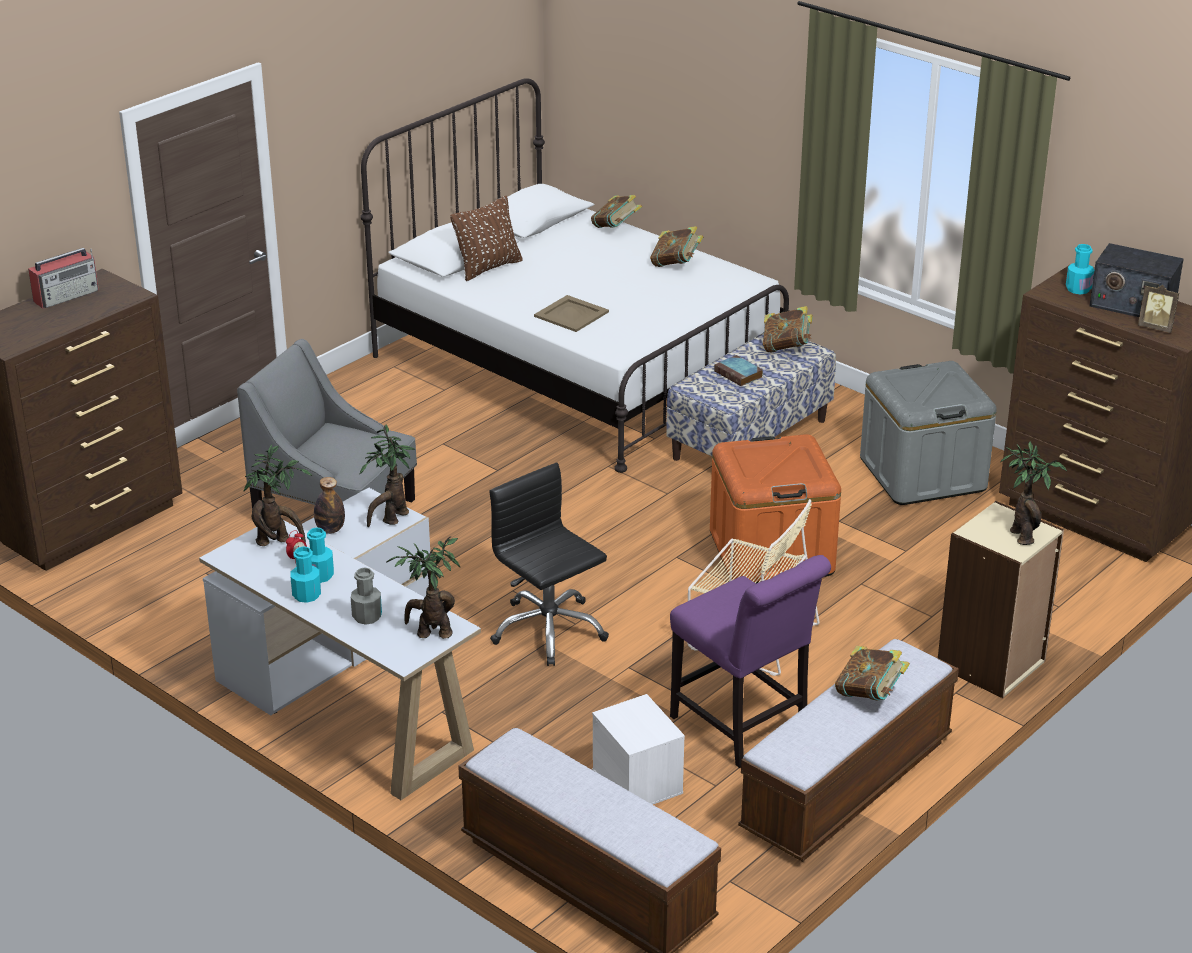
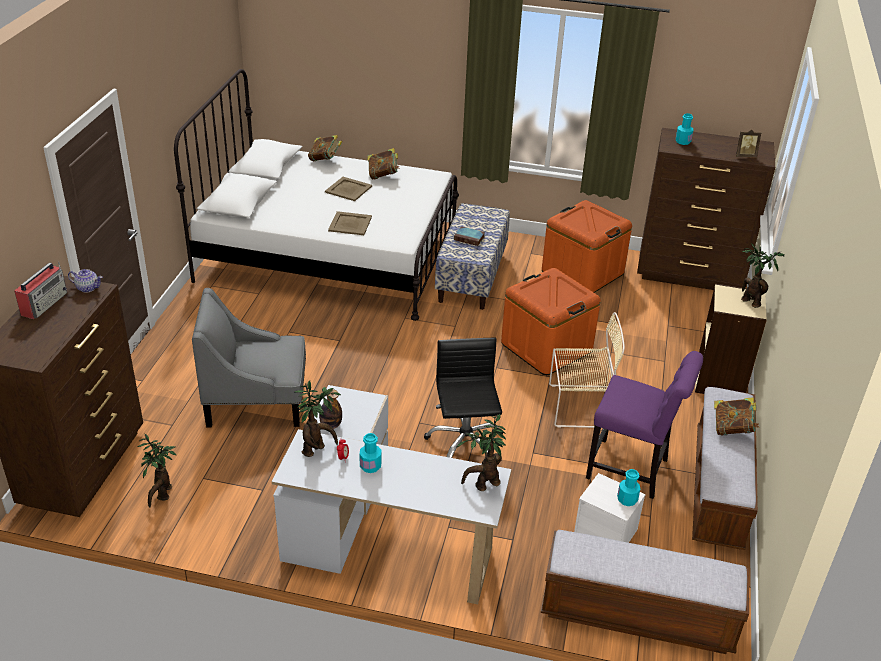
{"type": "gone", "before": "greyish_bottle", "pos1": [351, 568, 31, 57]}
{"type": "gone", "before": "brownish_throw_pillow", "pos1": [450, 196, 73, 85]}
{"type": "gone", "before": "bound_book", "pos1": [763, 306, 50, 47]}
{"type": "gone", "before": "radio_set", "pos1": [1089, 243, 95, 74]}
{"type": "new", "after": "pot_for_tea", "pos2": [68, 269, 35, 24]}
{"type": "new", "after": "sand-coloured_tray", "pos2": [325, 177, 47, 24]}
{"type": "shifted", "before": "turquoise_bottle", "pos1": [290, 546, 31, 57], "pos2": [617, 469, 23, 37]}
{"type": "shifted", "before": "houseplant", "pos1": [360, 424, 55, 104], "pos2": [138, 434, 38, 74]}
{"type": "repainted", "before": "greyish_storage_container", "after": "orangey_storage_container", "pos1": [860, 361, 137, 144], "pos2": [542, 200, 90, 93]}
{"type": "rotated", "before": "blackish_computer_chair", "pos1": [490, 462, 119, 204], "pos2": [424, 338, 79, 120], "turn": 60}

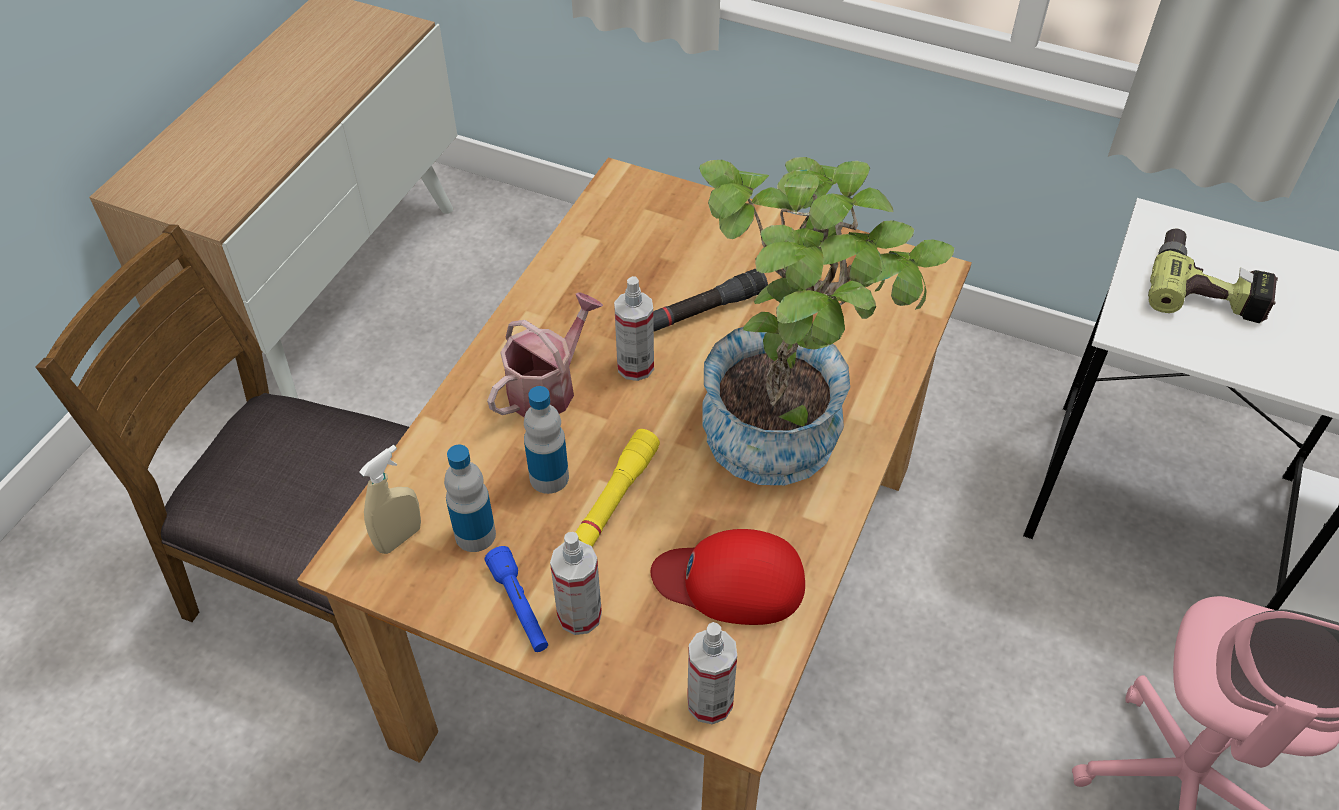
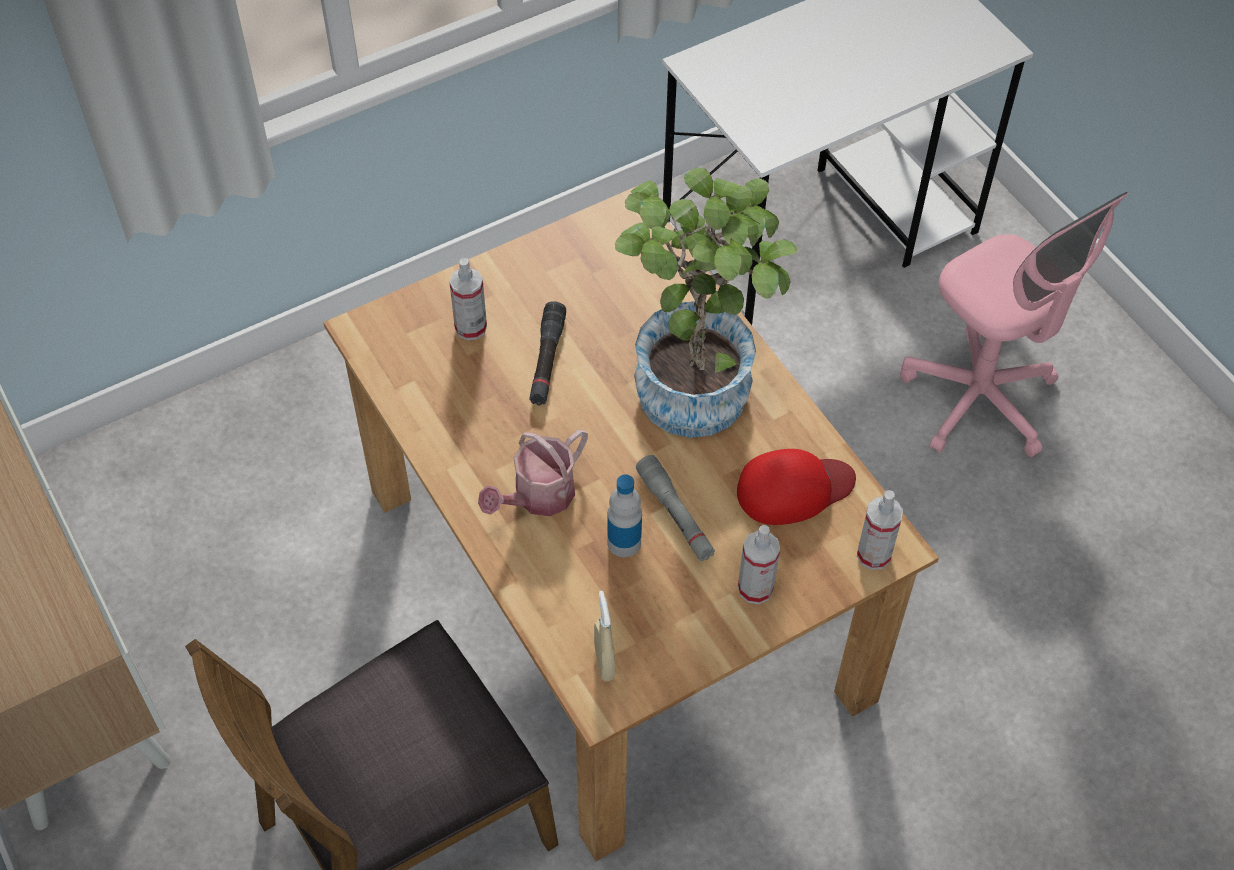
{"type": "gone", "before": "bottle", "pos1": [444, 445, 52, 107]}
{"type": "gone", "before": "bluish_torch", "pos1": [485, 546, 63, 106]}
{"type": "gone", "before": "drill", "pos1": [1148, 229, 130, 95]}
{"type": "shifted", "before": "spray_bottle", "pos1": [614, 276, 40, 105], "pos2": [449, 258, 38, 82]}
{"type": "repainted", "before": "yellow_torch", "after": "greyish_torch", "pos1": [575, 429, 85, 118], "pos2": [636, 455, 79, 106]}
{"type": "rotated", "before": "sprinkling_can", "pos1": [487, 292, 116, 125], "pos2": [478, 430, 110, 86], "turn": -120}
{"type": "rotated", "before": "red-coloured_peaked_cap", "pos1": [651, 529, 154, 96], "pos2": [737, 449, 119, 76], "turn": -150}

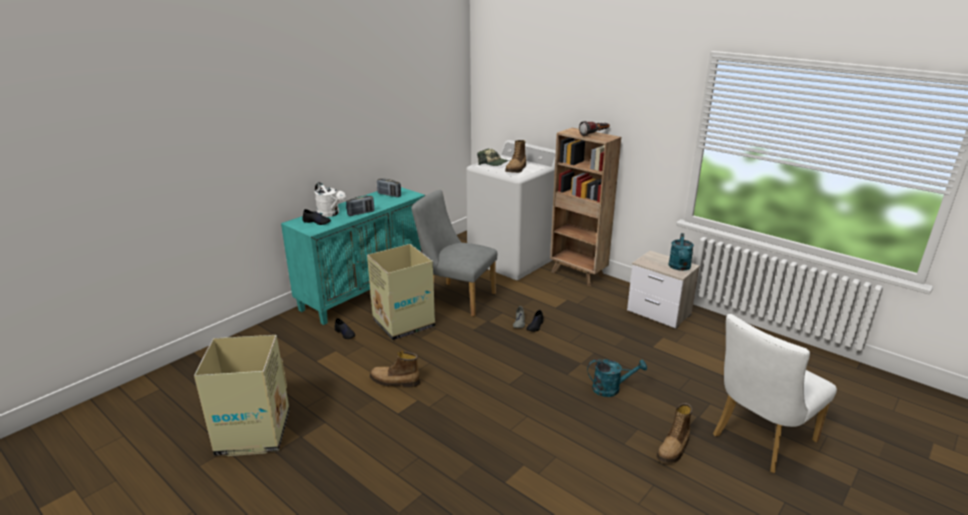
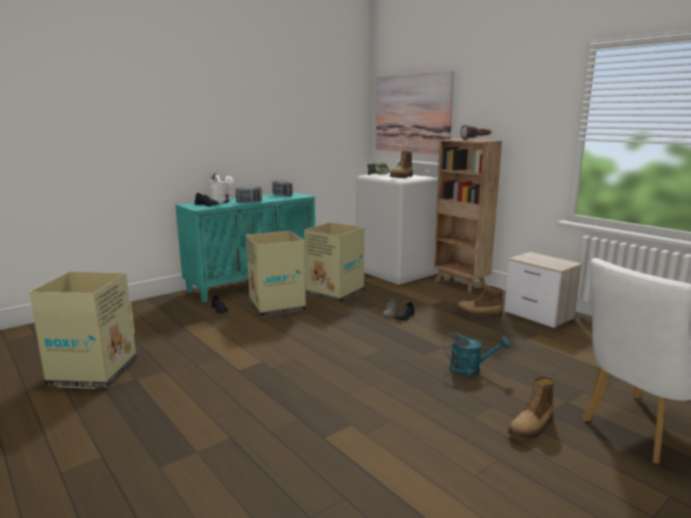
{"type": "gone", "before": "turquoise_sprinkling_can", "pos1": [669, 233, 25, 38]}
{"type": "new", "after": "picture", "pos2": [376, 71, 78, 84]}
{"type": "shifted", "before": "boot", "pos1": [369, 351, 51, 36], "pos2": [455, 285, 48, 33]}
{"type": "swapped", "before": "greyish_plain_chair", "after": "packing_box", "pos1": [412, 190, 85, 127], "pos2": [304, 222, 61, 80]}

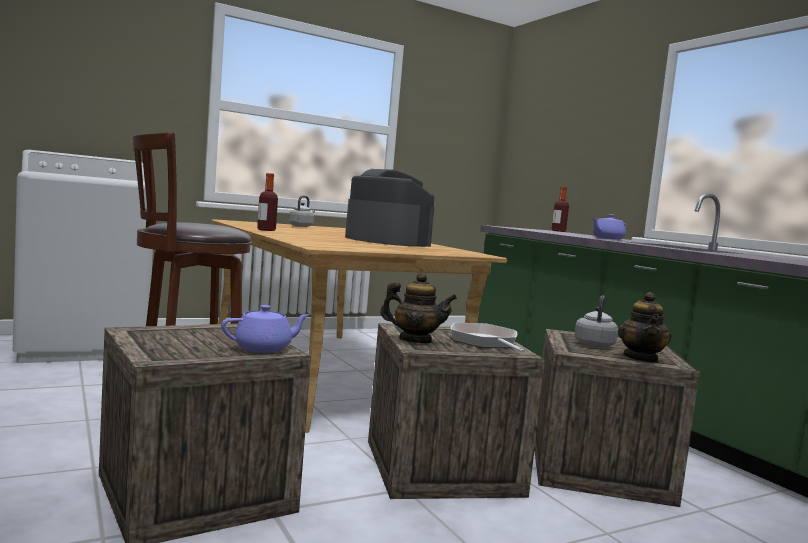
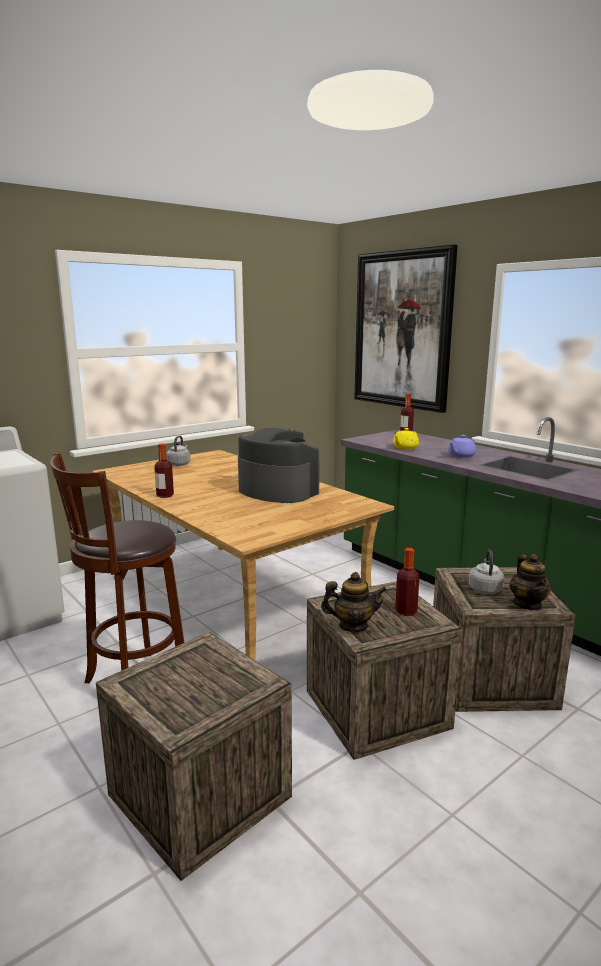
{"type": "gone", "before": "purple-coloured_pot_for_tea", "pos1": [221, 305, 90, 48]}
{"type": "new", "after": "picture", "pos2": [354, 244, 104, 169]}
{"type": "new", "after": "yellow_pot_for_tea", "pos2": [393, 428, 26, 21]}
{"type": "swapped", "before": "skillet", "after": "bottle", "pos1": [450, 323, 75, 30], "pos2": [395, 548, 24, 68]}

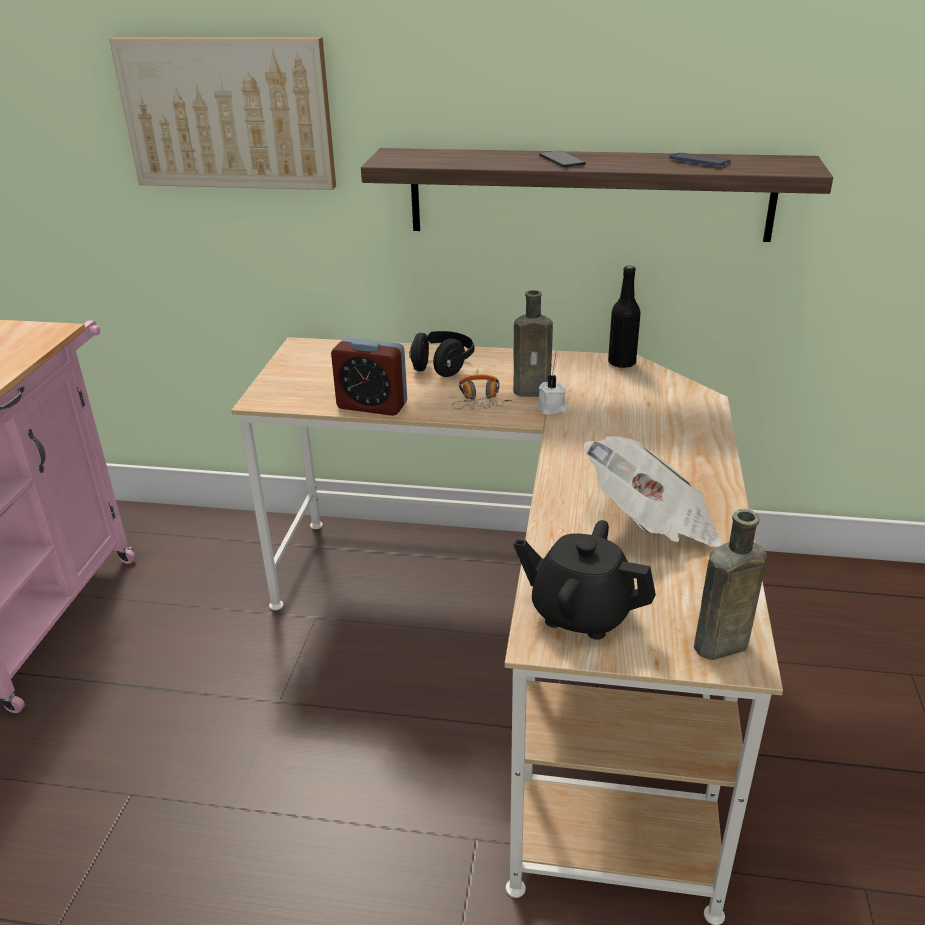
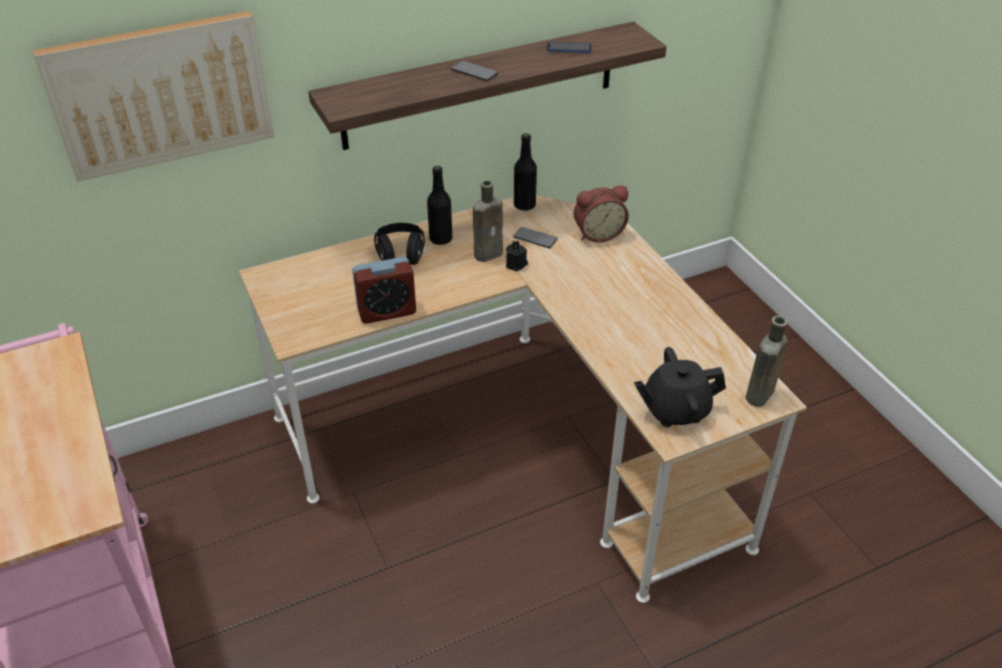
{"type": "gone", "before": "headphones", "pos1": [452, 374, 60, 36]}
{"type": "gone", "before": "daily_paper", "pos1": [583, 436, 140, 111]}
{"type": "new", "after": "blackish_bottle", "pos2": [427, 166, 25, 79]}
{"type": "new", "after": "phone", "pos2": [513, 227, 45, 21]}
{"type": "new", "after": "alarm_clock", "pos2": [574, 185, 55, 57]}
{"type": "repainted", "before": "whitish_candle", "after": "blackish_candle", "pos1": [537, 375, 30, 40], "pos2": [506, 240, 22, 31]}

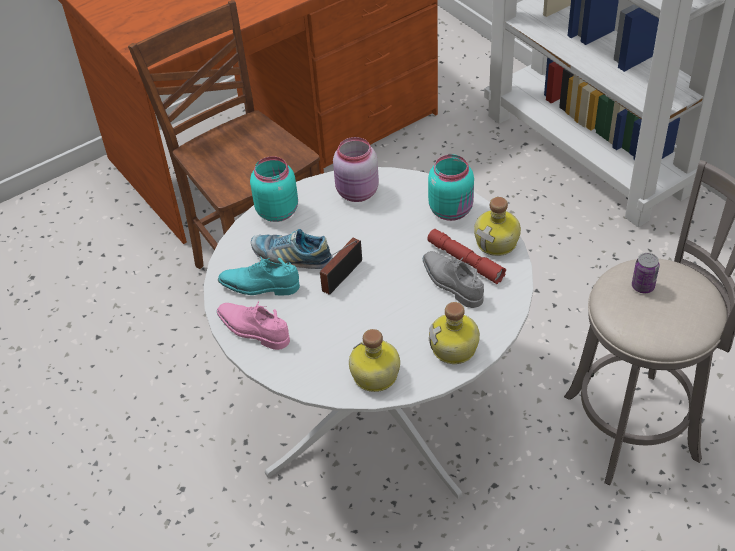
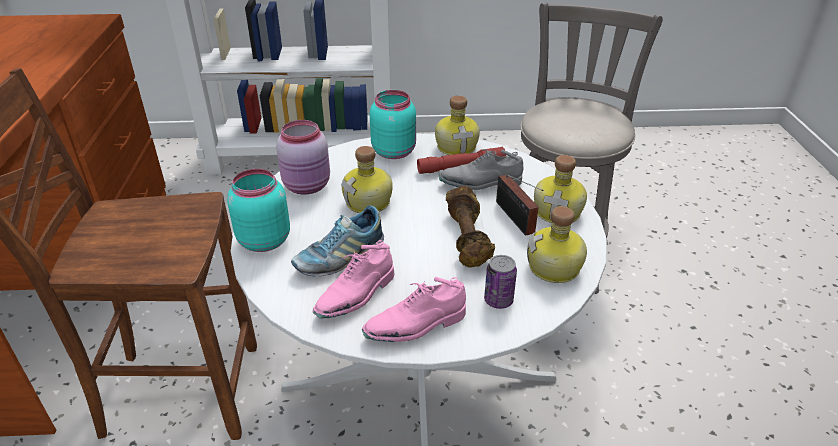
{"type": "new", "after": "bottle", "pos2": [341, 146, 52, 67]}
{"type": "new", "after": "brownish_free_weight", "pos2": [446, 185, 49, 83]}
{"type": "shifted", "before": "radio_set", "pos1": [319, 238, 43, 57], "pos2": [496, 174, 48, 62]}
{"type": "shifted", "before": "sealed_can", "pos1": [632, 253, 28, 40], "pos2": [484, 255, 33, 54]}
{"type": "repainted", "before": "turquoise_shoe", "after": "pink_shoe", "pos1": [218, 256, 82, 39], "pos2": [313, 240, 81, 79]}

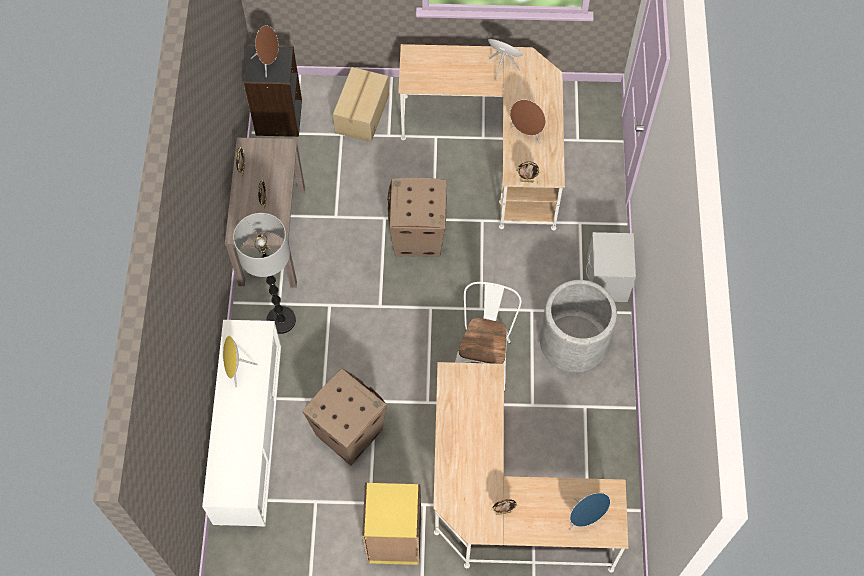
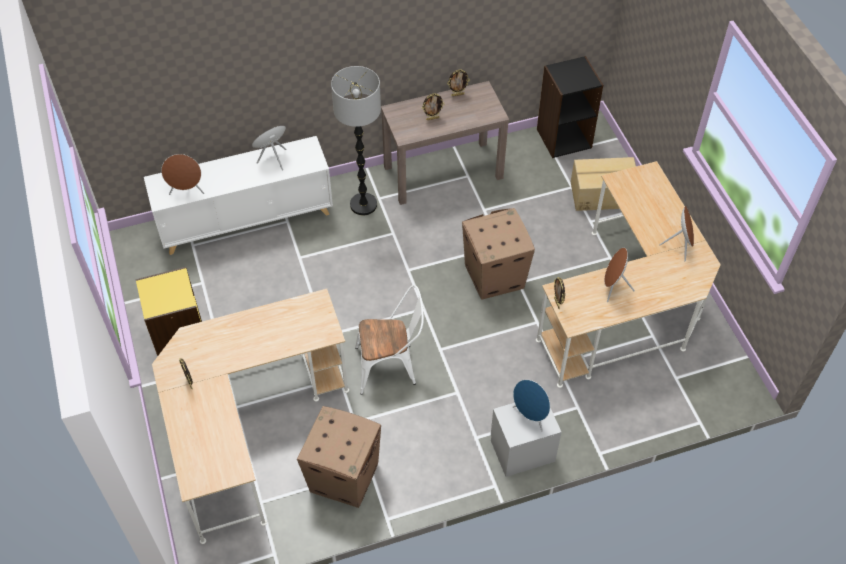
{"type": "gone", "before": "greyish_plant_pot", "pos1": [540, 280, 77, 92]}
{"type": "shifted", "before": "brownish_speaker", "pos1": [251, 25, 28, 52], "pos2": [161, 154, 43, 41]}
{"type": "shifted", "before": "packing_box", "pos1": [302, 368, 85, 98], "pos2": [297, 406, 84, 102]}
{"type": "shifted", "before": "bluish_speaker", "pos1": [569, 493, 41, 37], "pos2": [512, 380, 38, 52]}

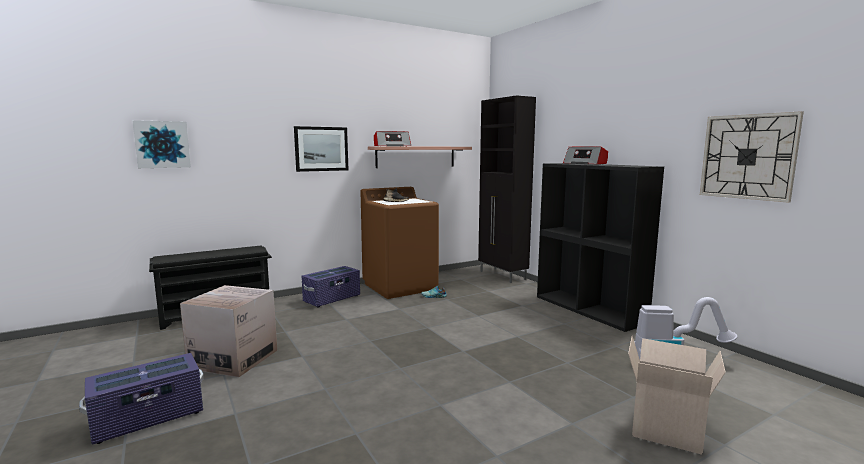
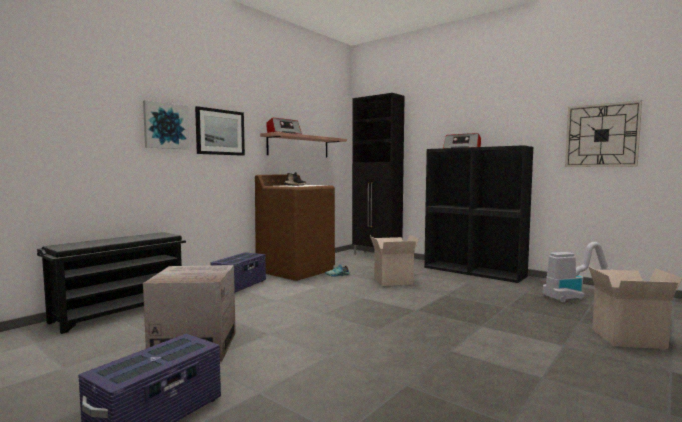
{"type": "new", "after": "packing_box", "pos2": [370, 235, 49, 51]}
{"type": "shifted", "before": "picture", "pos1": [133, 120, 58, 48], "pos2": [143, 100, 46, 49]}

